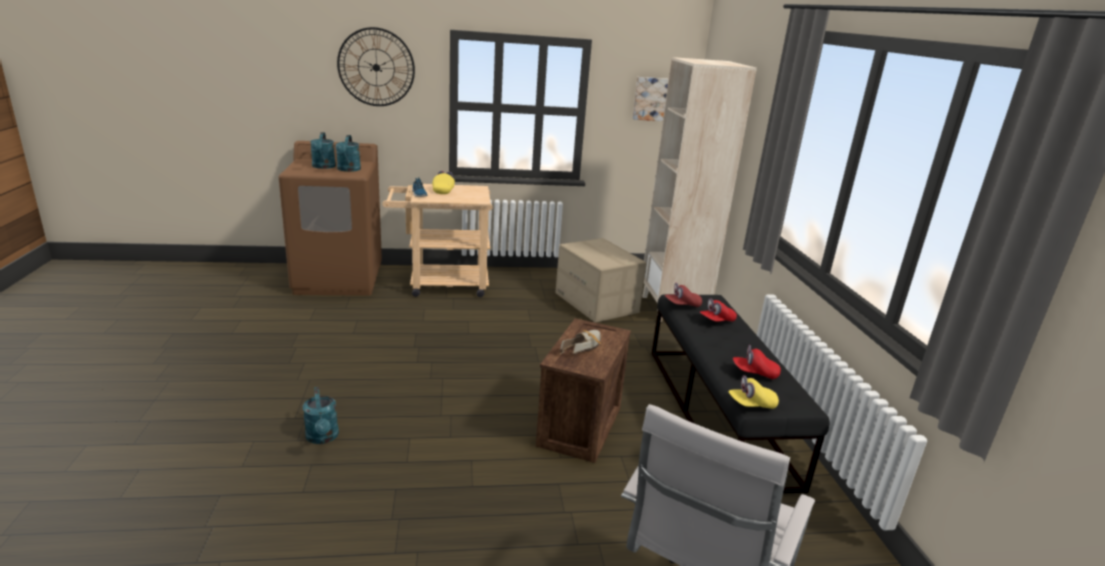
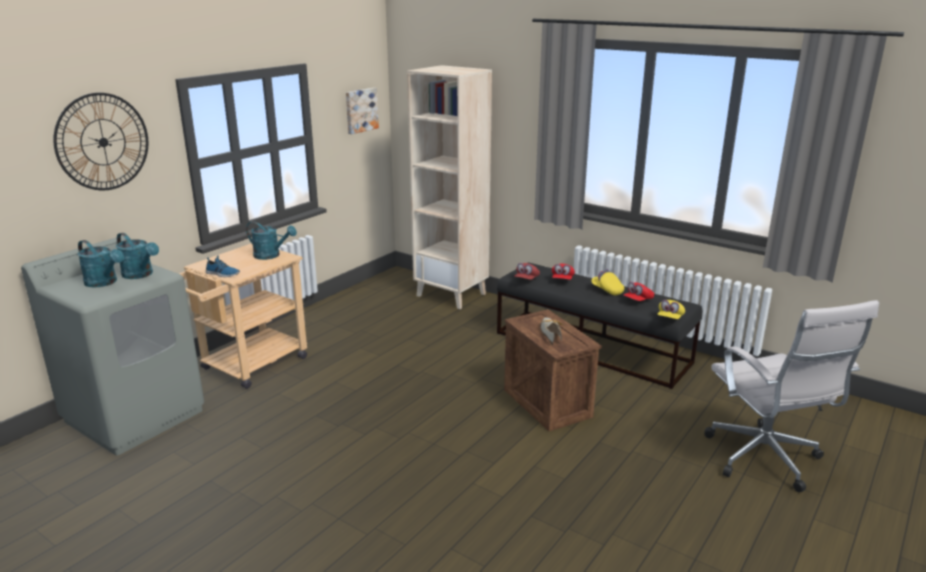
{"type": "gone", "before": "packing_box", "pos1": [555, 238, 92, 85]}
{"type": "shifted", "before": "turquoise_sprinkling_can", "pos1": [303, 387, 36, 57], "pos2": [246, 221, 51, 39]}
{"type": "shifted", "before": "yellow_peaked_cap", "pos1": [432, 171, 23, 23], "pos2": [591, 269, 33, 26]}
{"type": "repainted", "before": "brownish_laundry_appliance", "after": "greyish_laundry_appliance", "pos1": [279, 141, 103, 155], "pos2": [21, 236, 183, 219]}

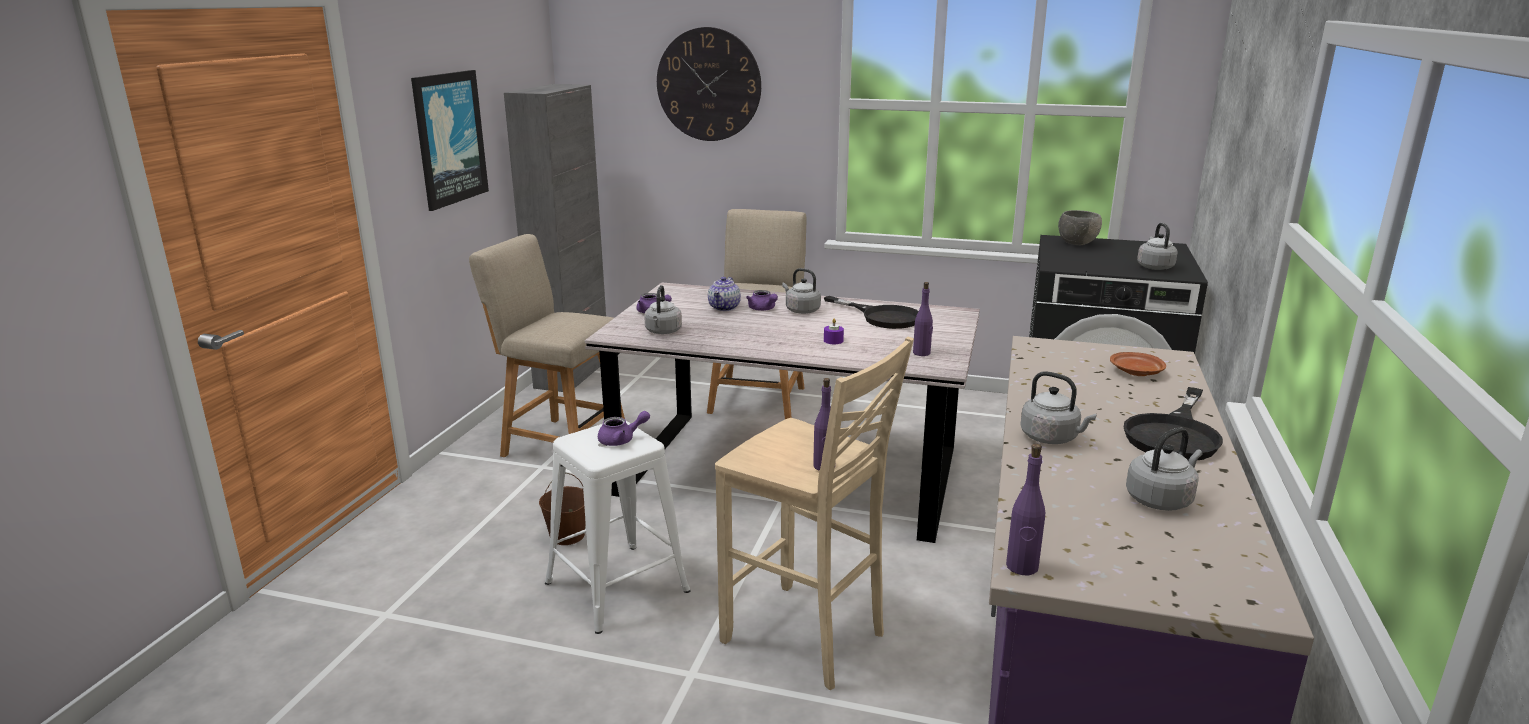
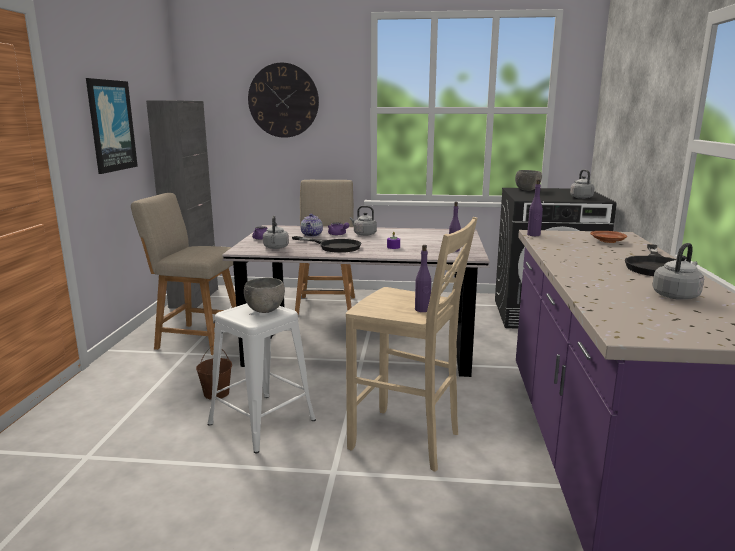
{"type": "gone", "before": "greyish_tea_kettle", "pos1": [1021, 371, 76, 73]}
{"type": "shifted", "before": "blackish_skillet", "pos1": [824, 296, 94, 33], "pos2": [292, 236, 69, 17]}
{"type": "shifted", "before": "purple-coloured_bottle", "pos1": [1006, 443, 39, 133], "pos2": [527, 179, 16, 57]}
{"type": "swapped", "before": "purple-coloured_pot_for_tea", "after": "greyish_serving_bowl", "pos1": [598, 411, 52, 35], "pos2": [244, 277, 41, 36]}

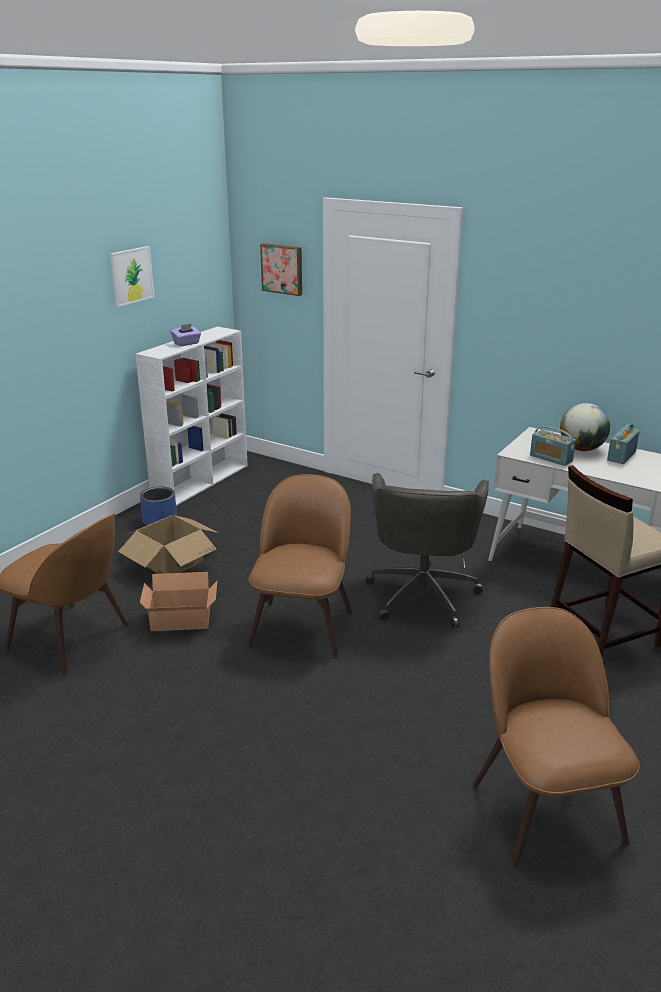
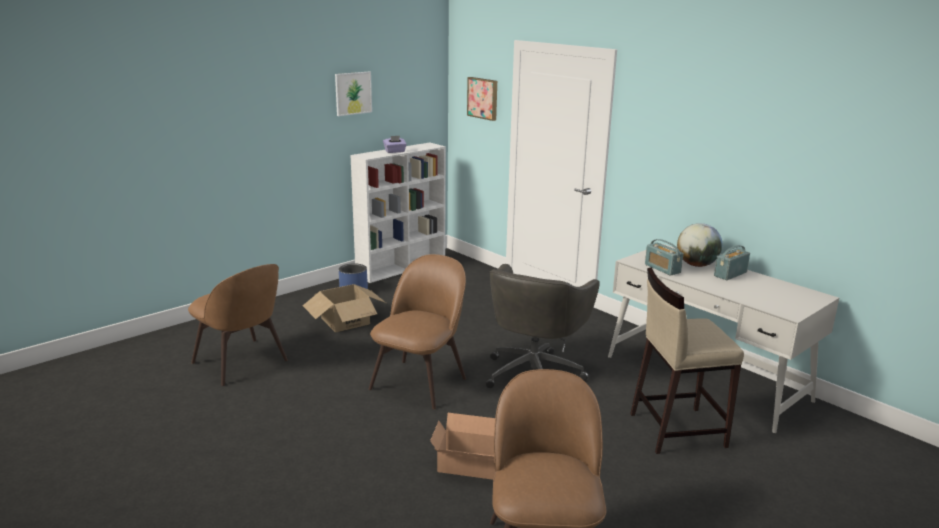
{"type": "shifted", "before": "packing_box", "pos1": [140, 572, 77, 59], "pos2": [430, 413, 65, 67]}

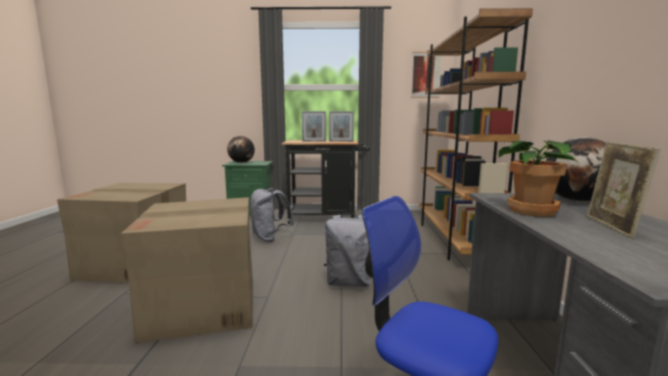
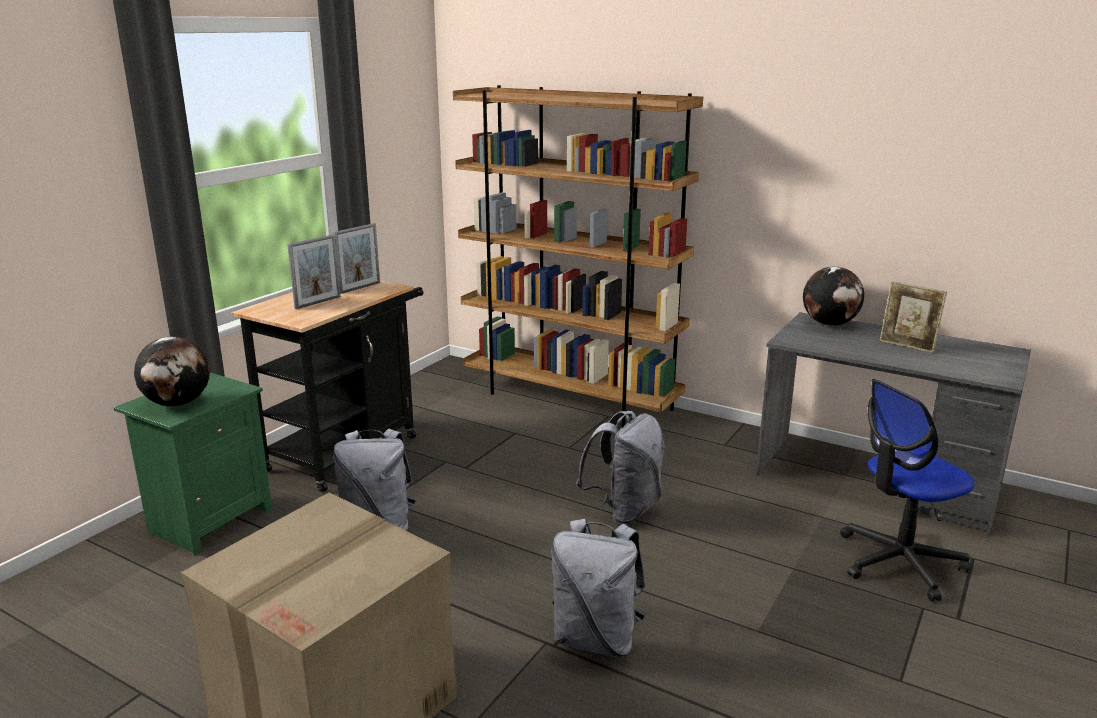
{"type": "gone", "before": "picture", "pos1": [411, 52, 31, 46]}
{"type": "gone", "before": "houseplant", "pos1": [499, 140, 78, 77]}
{"type": "swapped", "before": "packing_box", "after": "greyish_rucksack", "pos1": [121, 197, 132, 146], "pos2": [551, 519, 95, 138]}

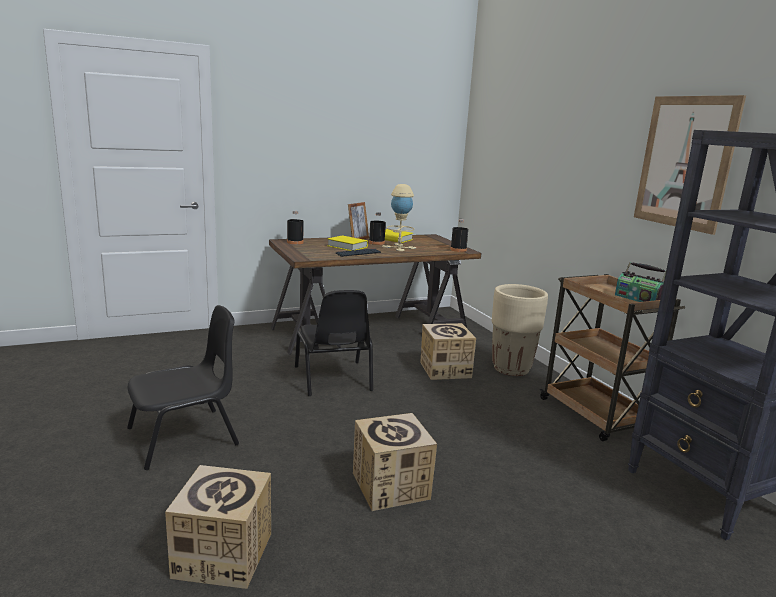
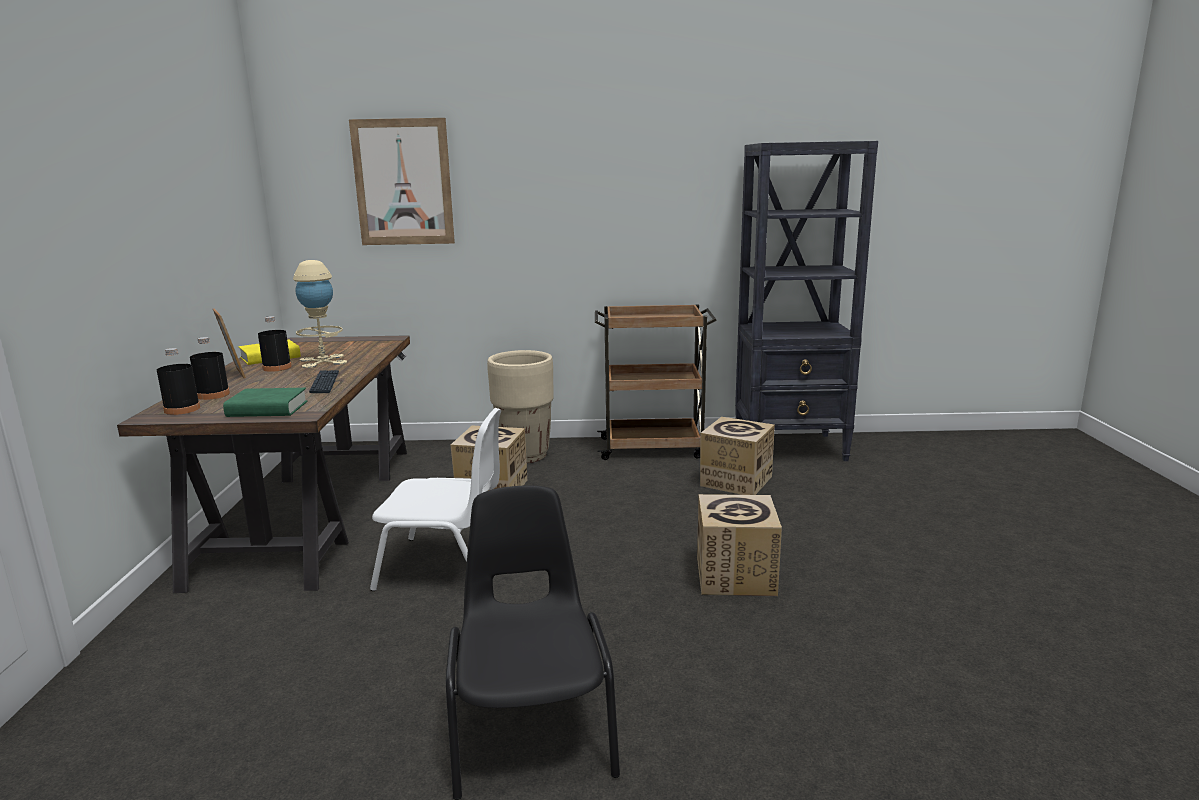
{"type": "gone", "before": "yellow_bound_book", "pos1": [327, 235, 41, 16]}
{"type": "gone", "before": "radio_set", "pos1": [615, 262, 51, 40]}
{"type": "new", "after": "green_bound_book", "pos2": [223, 388, 85, 29]}
{"type": "shifted", "before": "packing_box", "pos1": [165, 465, 106, 124], "pos2": [700, 417, 75, 78]}
{"type": "shifted", "before": "blackish_bottle", "pos1": [450, 219, 18, 33], "pos2": [190, 337, 40, 63]}
{"type": "shifted", "before": "picture", "pos1": [634, 95, 112, 140], "pos2": [349, 118, 106, 127]}
{"type": "repainted", "before": "blackish_plain_chair", "after": "whitish_plain_chair", "pos1": [295, 290, 78, 106], "pos2": [370, 408, 131, 183]}

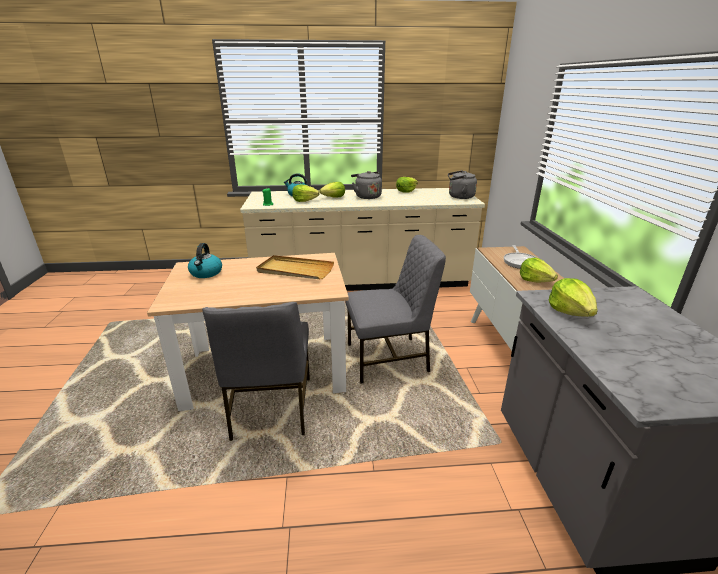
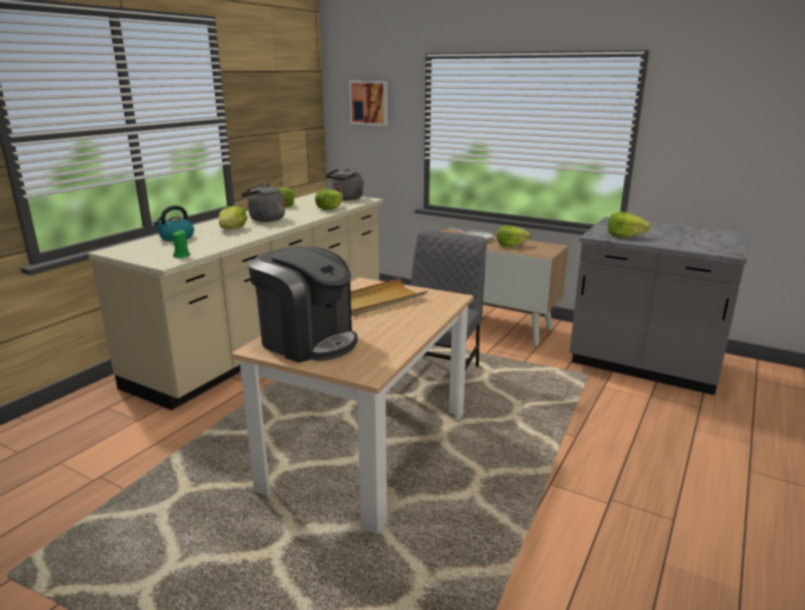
{"type": "gone", "before": "greyish_plain_chair", "pos1": [202, 302, 108, 139]}
{"type": "new", "after": "picture", "pos2": [349, 81, 39, 45]}
{"type": "shifted", "before": "head_of_lettuce", "pos1": [292, 184, 28, 18], "pos2": [315, 190, 29, 20]}
{"type": "swapped", "before": "tea_kettle", "after": "coffee_maker", "pos1": [188, 243, 34, 35], "pos2": [248, 246, 110, 117]}

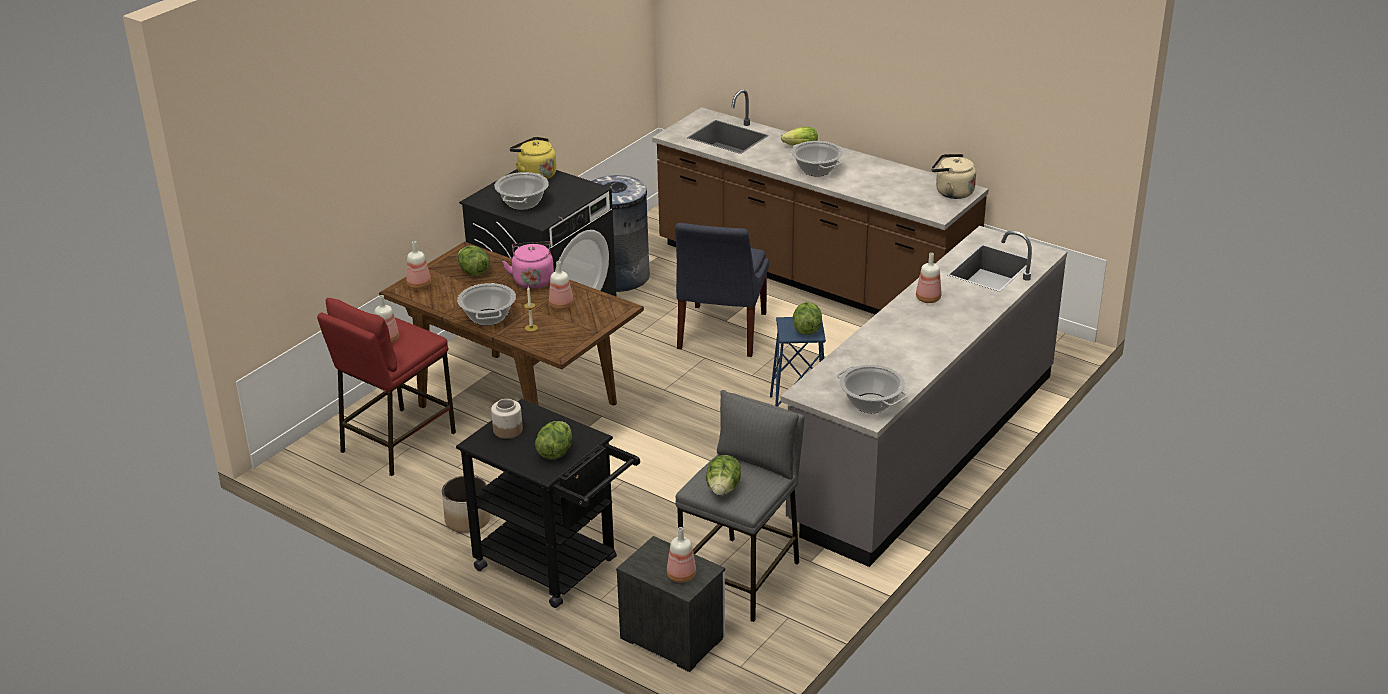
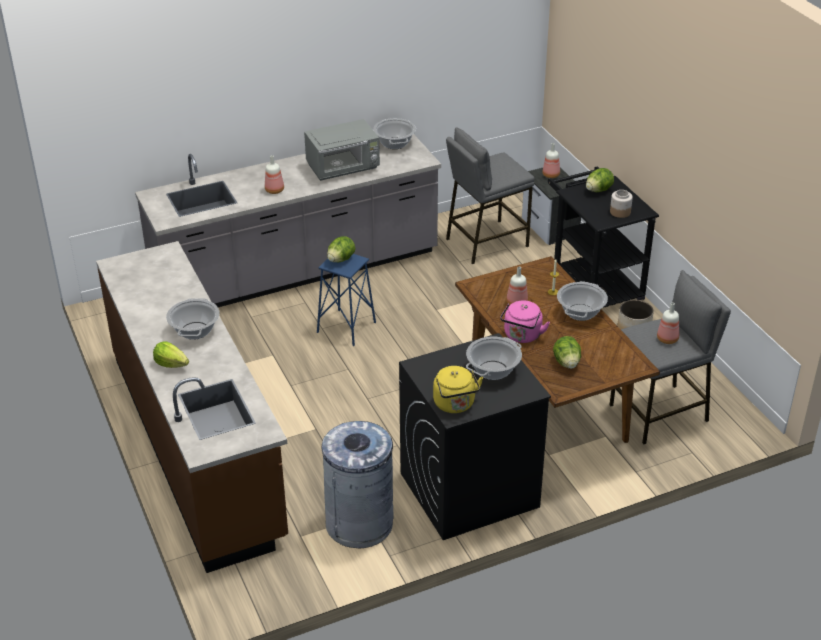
{"type": "gone", "before": "bottle", "pos1": [406, 241, 25, 48]}
{"type": "gone", "before": "bluish_plain_chair", "pos1": [675, 223, 94, 134]}
{"type": "gone", "before": "head_of_lettuce", "pos1": [706, 455, 35, 40]}
{"type": "gone", "before": "sand-coloured_tea_kettle", "pos1": [931, 154, 45, 45]}
{"type": "new", "after": "greyish_kitchen_microwave", "pos2": [304, 119, 76, 62]}
{"type": "repainted", "before": "red-coloured_sitting_stool", "after": "greyish_sitting_stool", "pos1": [317, 298, 139, 178], "pos2": [610, 270, 121, 174]}

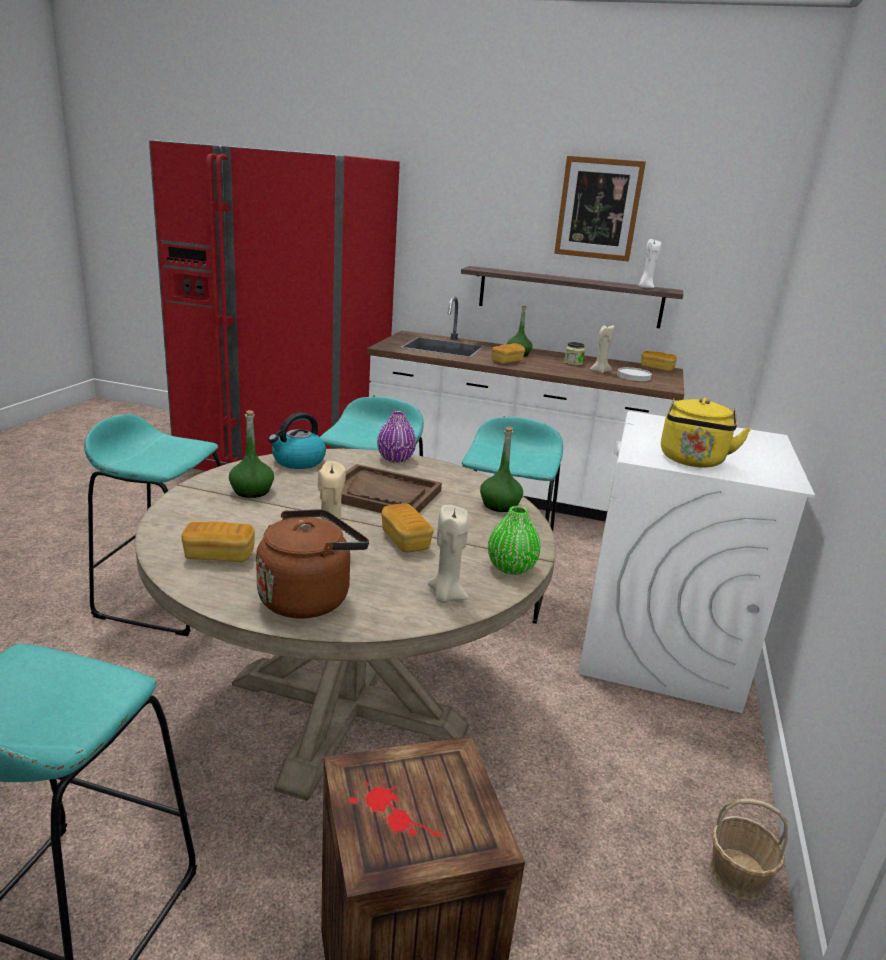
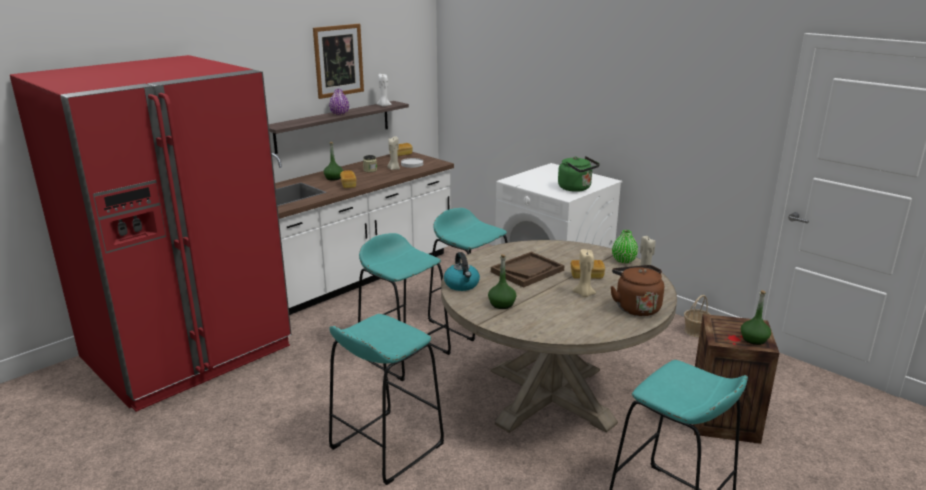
{"type": "gone", "before": "bakery_bread", "pos1": [181, 521, 74, 41]}
{"type": "shifted", "before": "purple-coloured_decorative_vase", "pos1": [377, 411, 39, 52], "pos2": [329, 89, 20, 26]}
{"type": "shifted", "before": "green_bottle", "pos1": [480, 427, 43, 85], "pos2": [741, 290, 30, 55]}
{"type": "repainted", "before": "yellow_tea_kettle", "after": "green_tea_kettle", "pos1": [661, 397, 90, 71], "pos2": [558, 156, 42, 36]}

